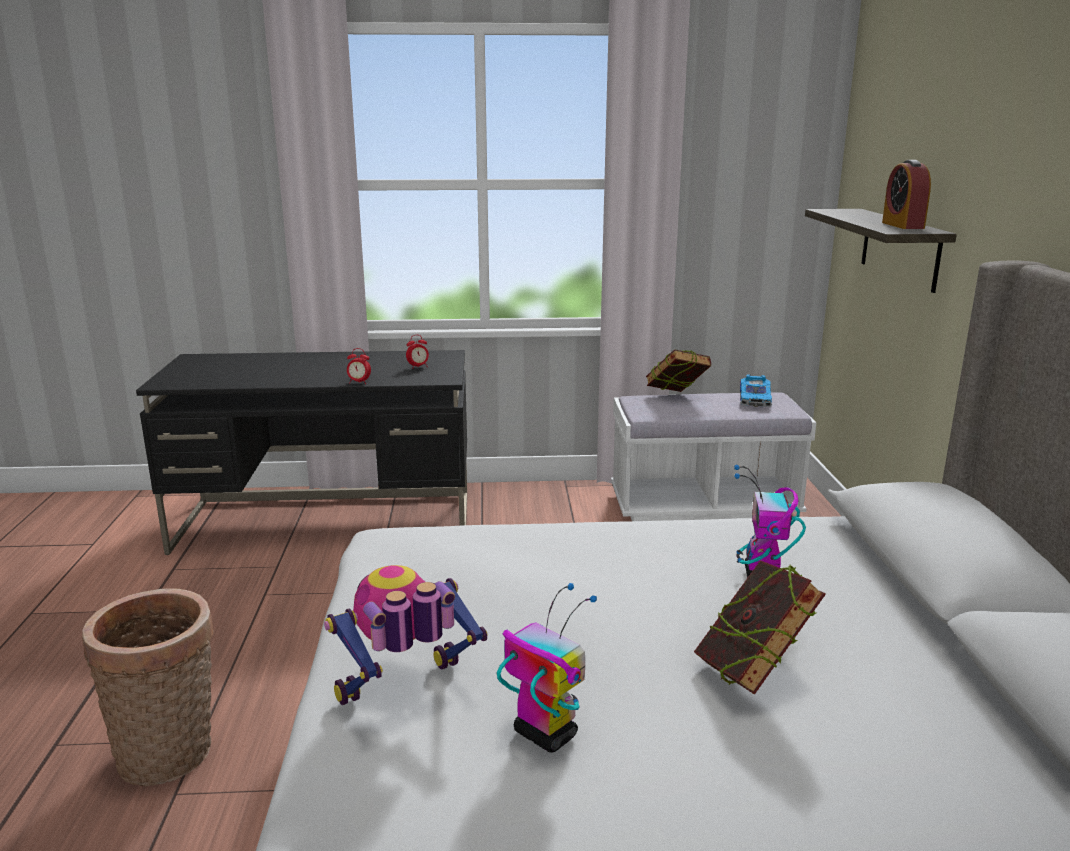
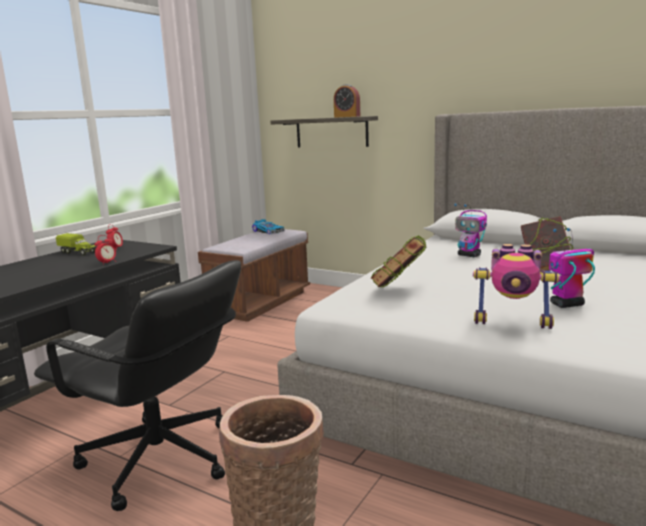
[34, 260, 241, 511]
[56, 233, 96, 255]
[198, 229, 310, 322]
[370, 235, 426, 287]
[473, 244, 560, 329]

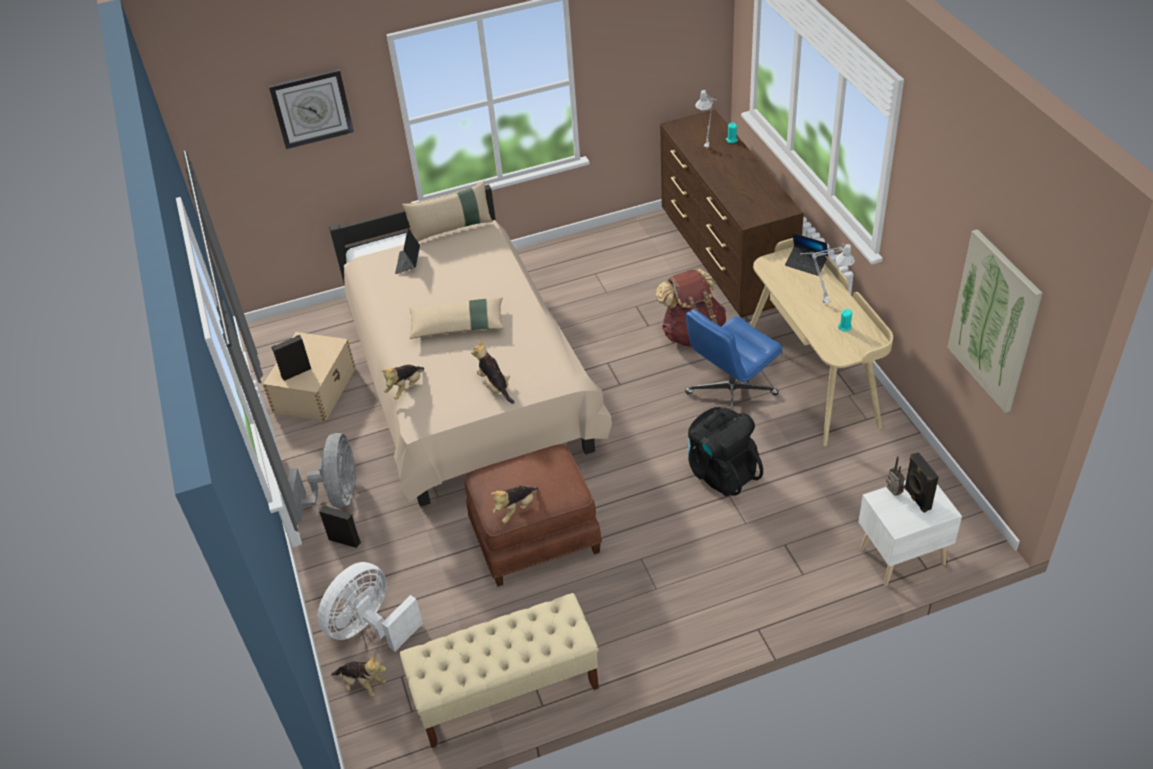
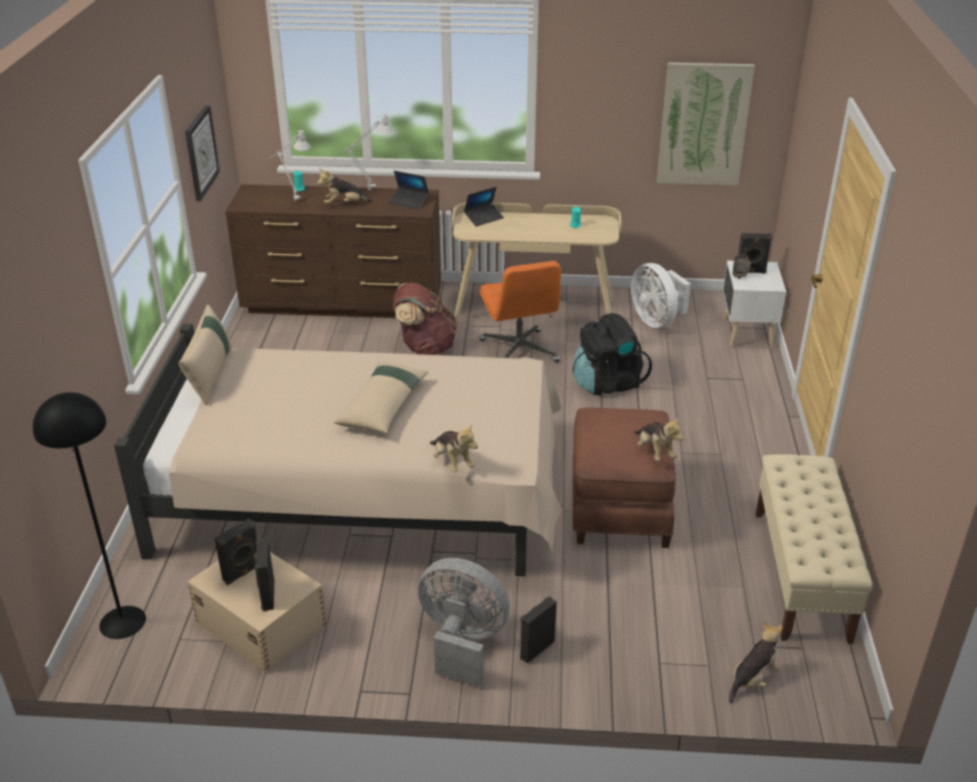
[33, 392, 146, 639]
[185, 105, 220, 201]
[215, 519, 257, 585]
[317, 169, 372, 204]
[333, 114, 393, 190]
[389, 171, 429, 209]
[480, 261, 561, 363]
[631, 263, 691, 328]

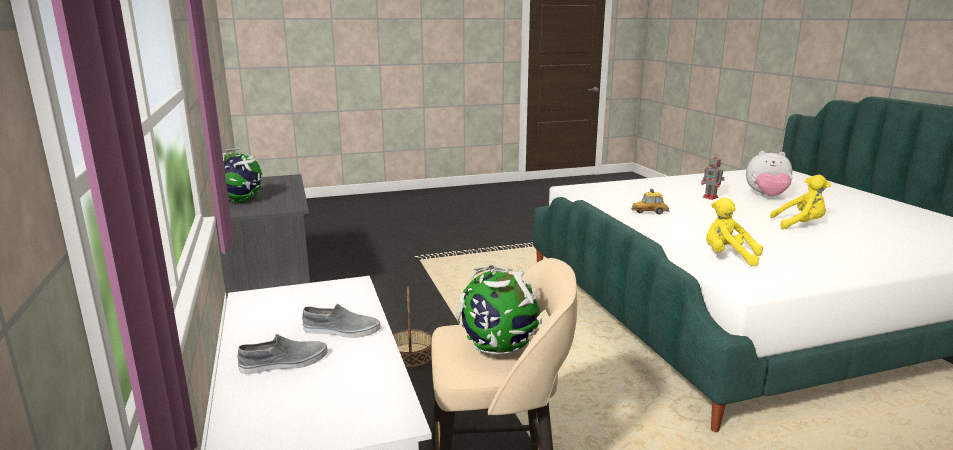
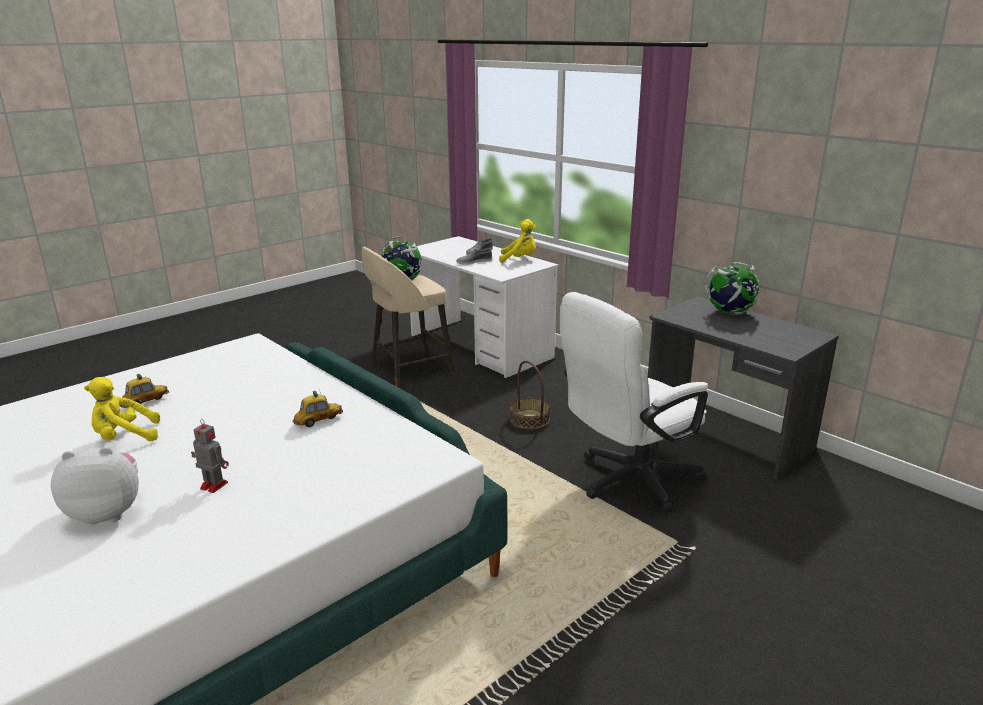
[119, 374, 169, 408]
[499, 219, 536, 263]
[560, 292, 708, 513]

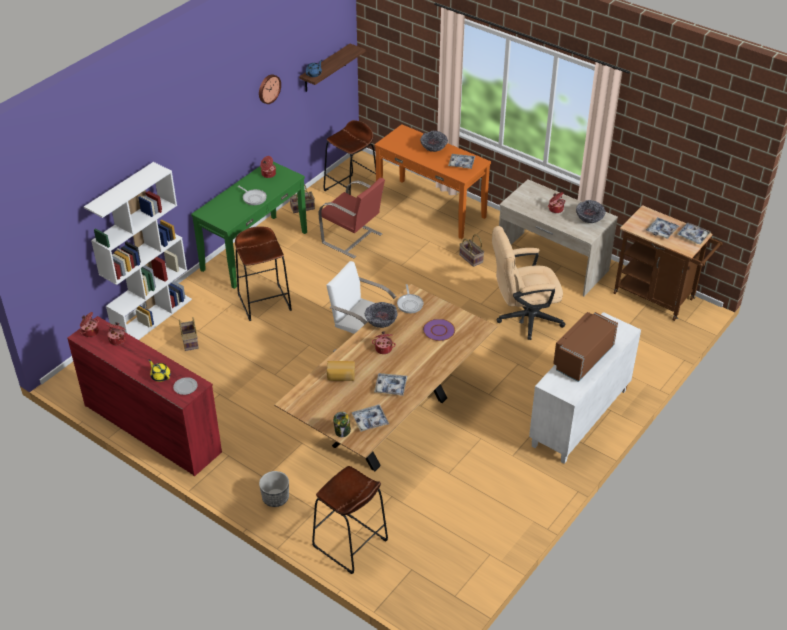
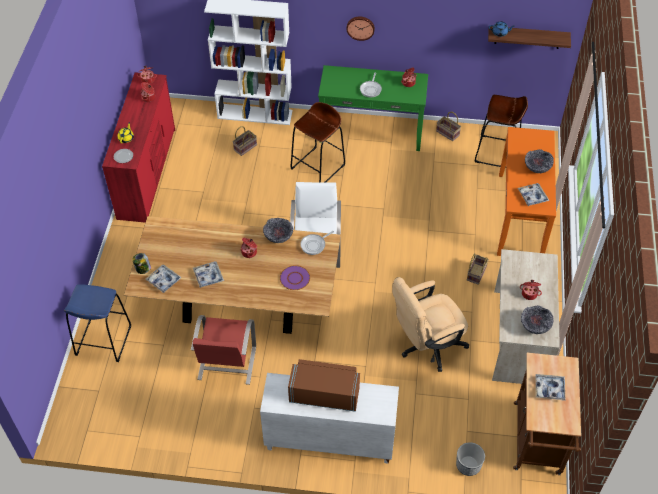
[64, 284, 131, 362]
[191, 315, 256, 385]
[346, 17, 375, 41]
[392, 277, 469, 372]
[456, 442, 485, 476]
[327, 361, 355, 381] (first image)
[676, 222, 711, 244] (first image)

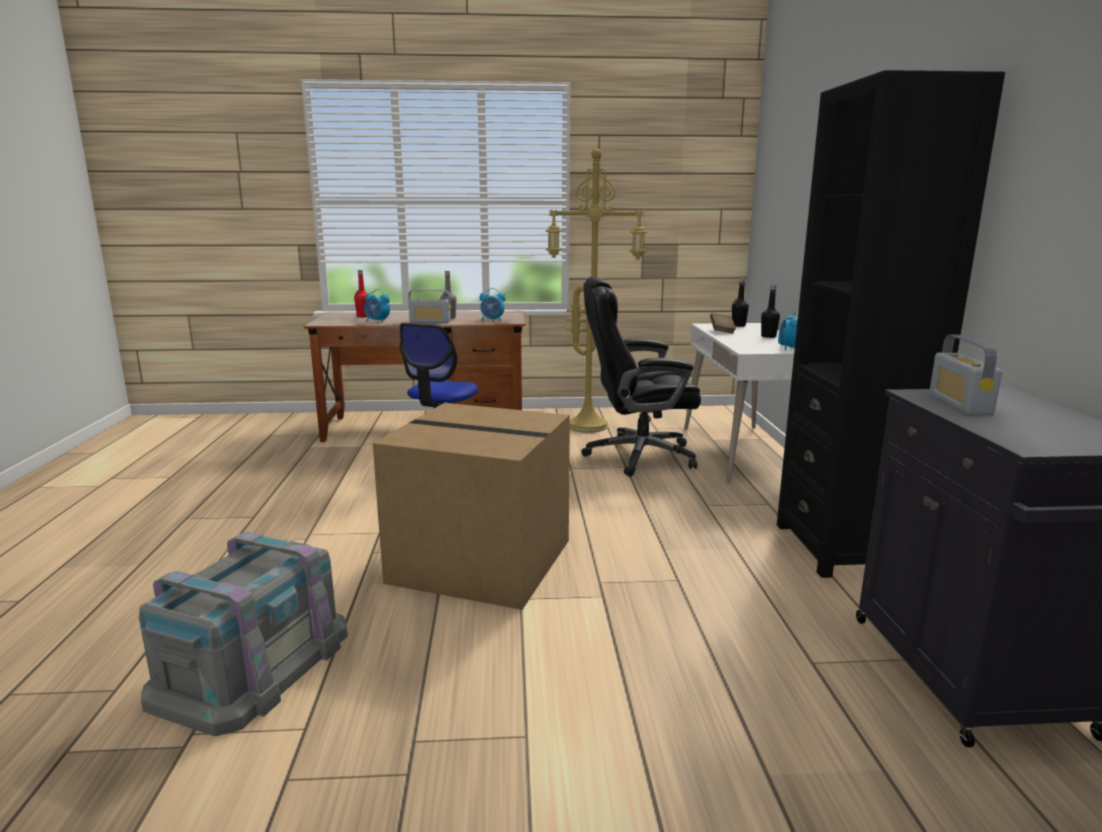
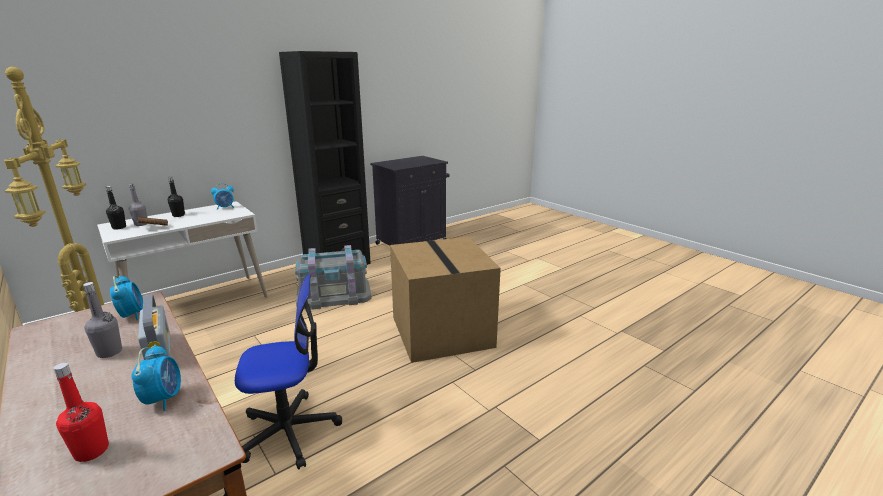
[129, 184, 147, 226]
[295, 245, 372, 310]
[581, 276, 701, 477] (first image)
[929, 335, 1002, 415] (first image)

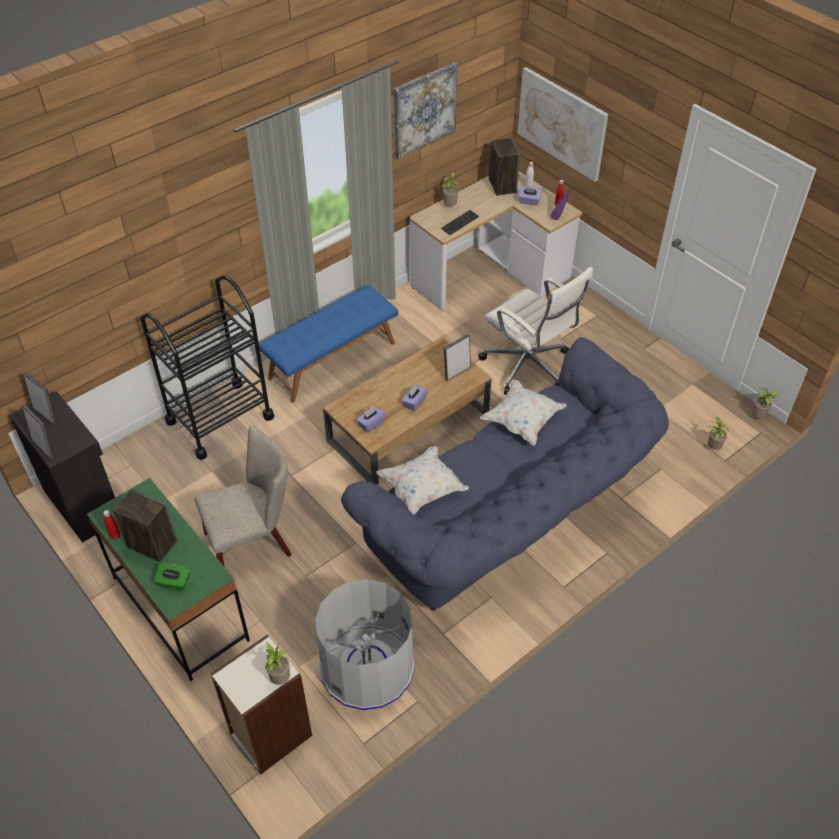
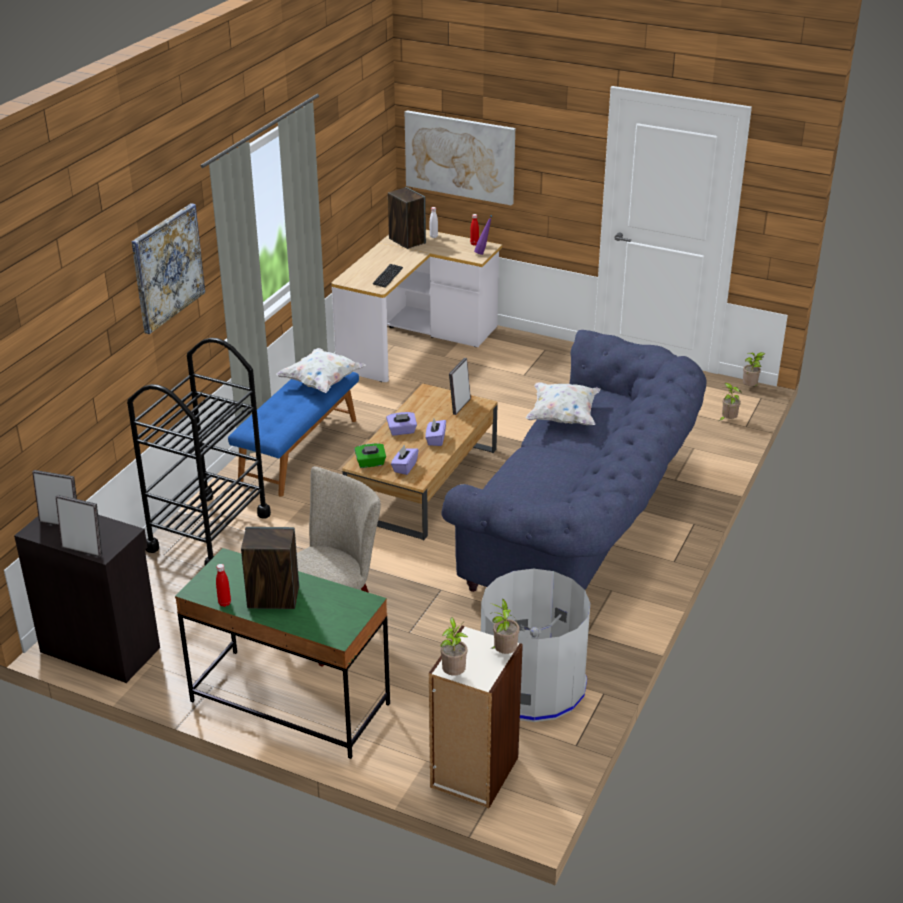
[131, 203, 205, 334]
[276, 348, 366, 393]
[354, 443, 386, 468]
[386, 412, 417, 435]
[440, 617, 468, 676]
[479, 267, 593, 395] (first image)

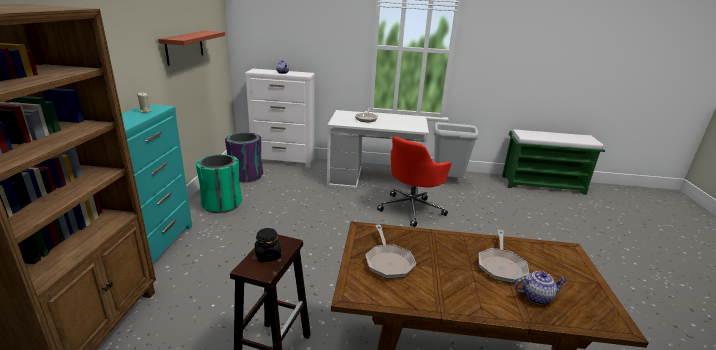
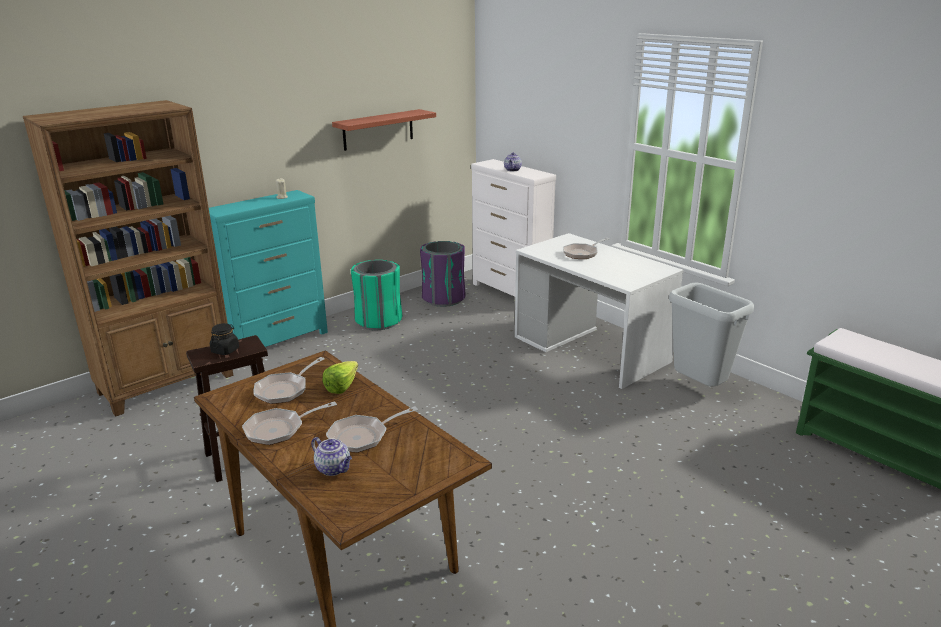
[242, 401, 337, 445]
[323, 361, 358, 394]
[377, 136, 451, 227] (first image)

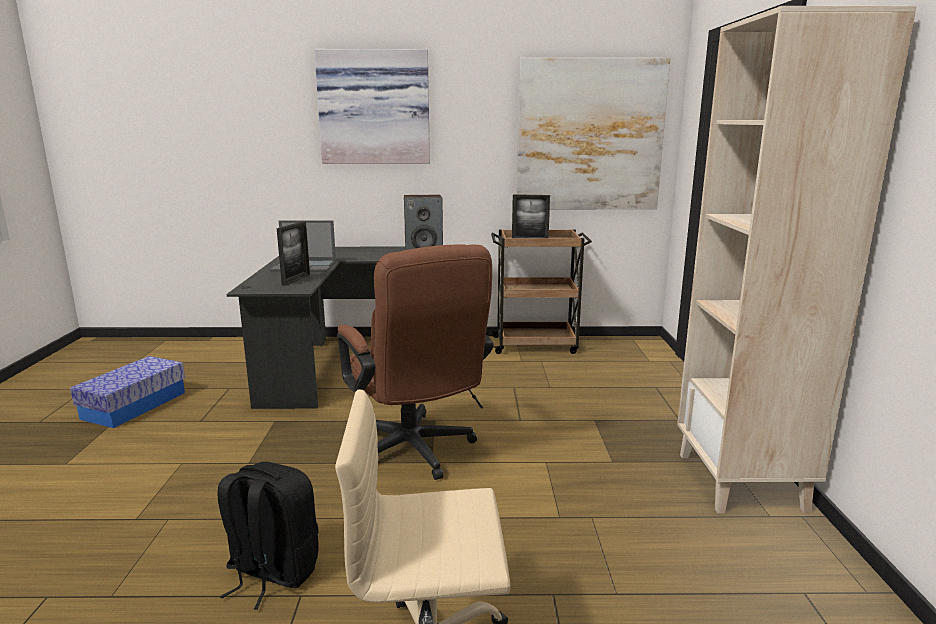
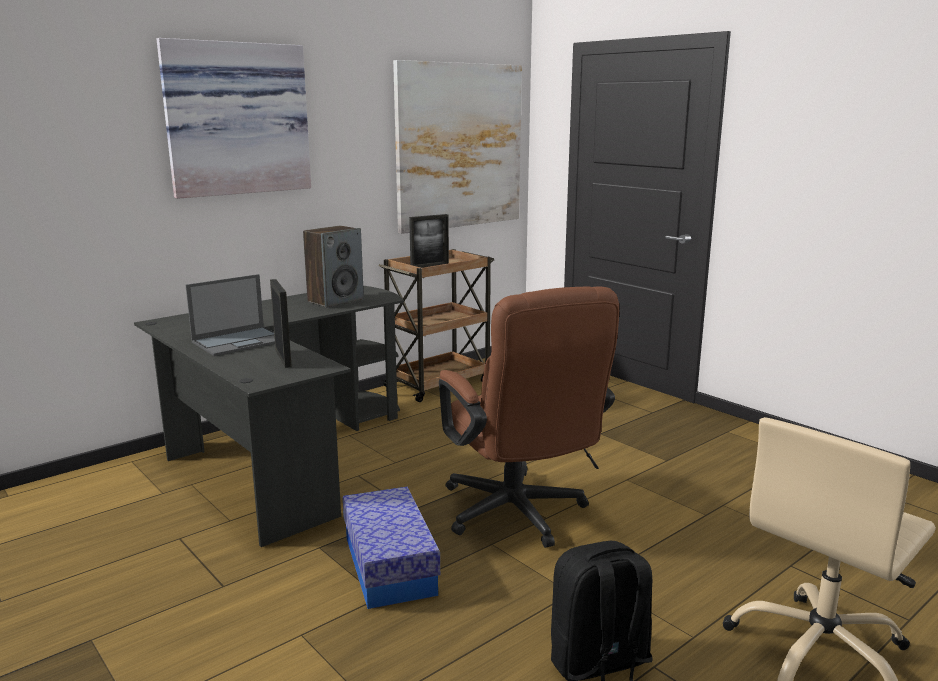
[343, 487, 440, 609]
[439, 286, 619, 548]
[677, 6, 917, 514] (first image)

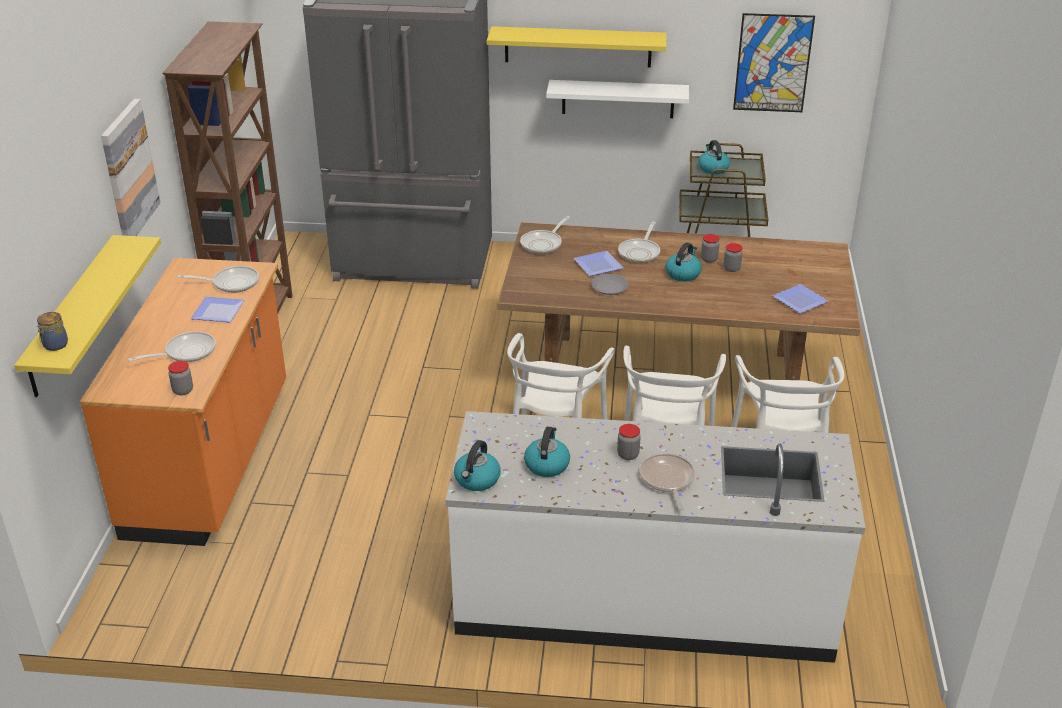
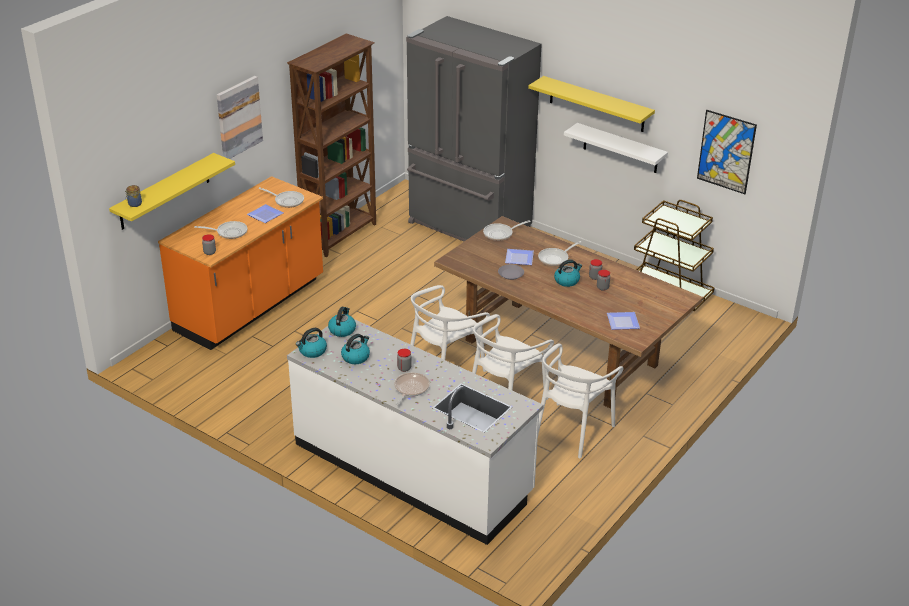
[328, 307, 356, 337]

